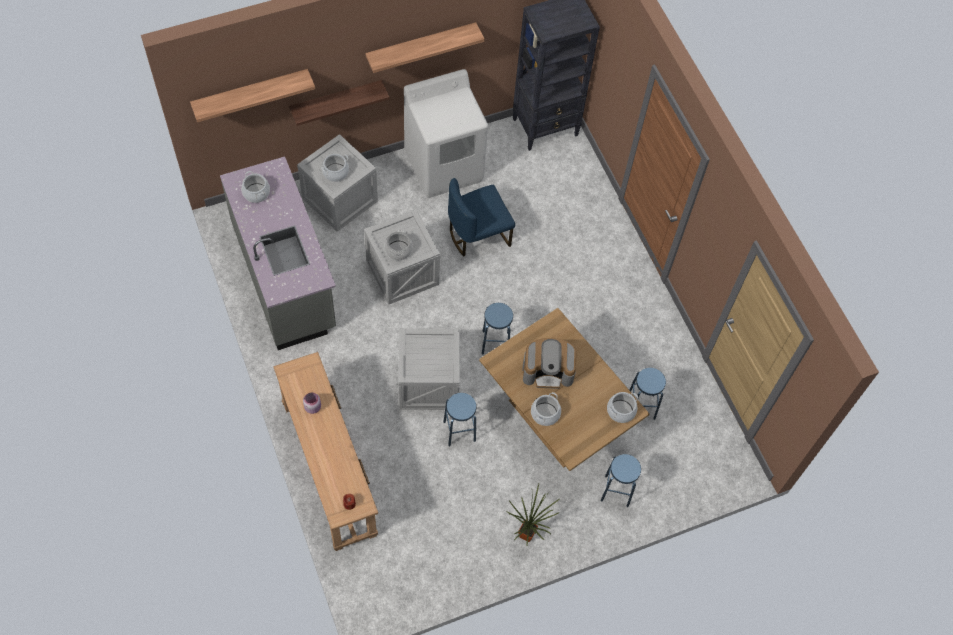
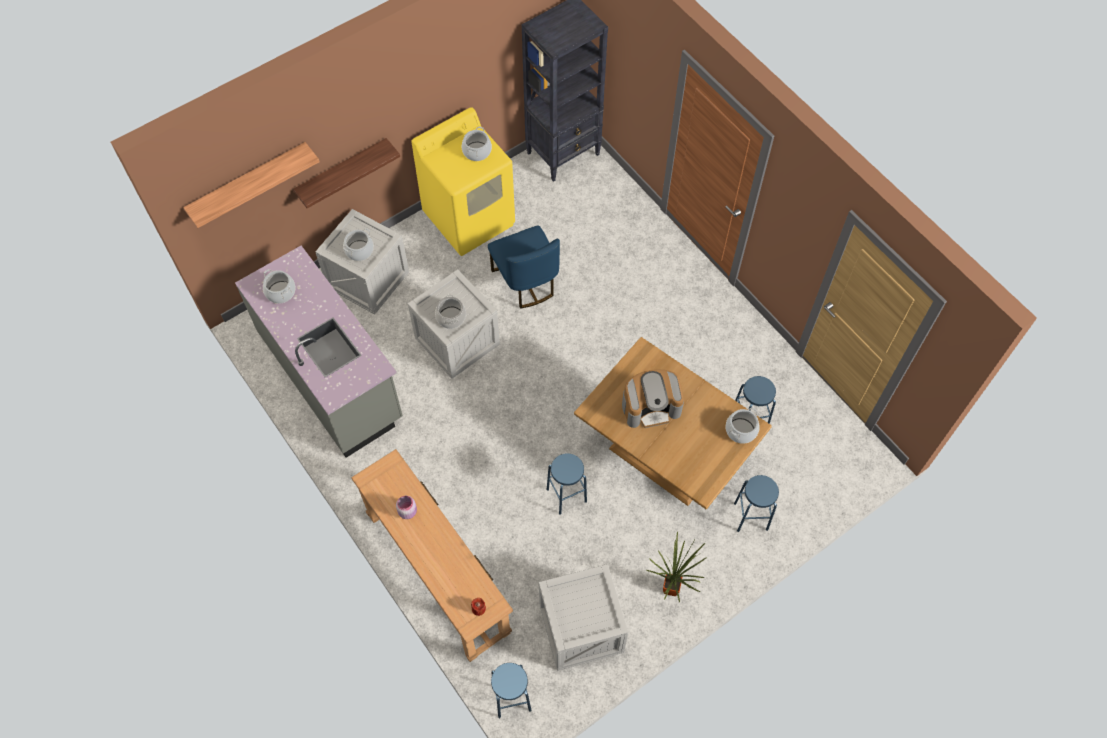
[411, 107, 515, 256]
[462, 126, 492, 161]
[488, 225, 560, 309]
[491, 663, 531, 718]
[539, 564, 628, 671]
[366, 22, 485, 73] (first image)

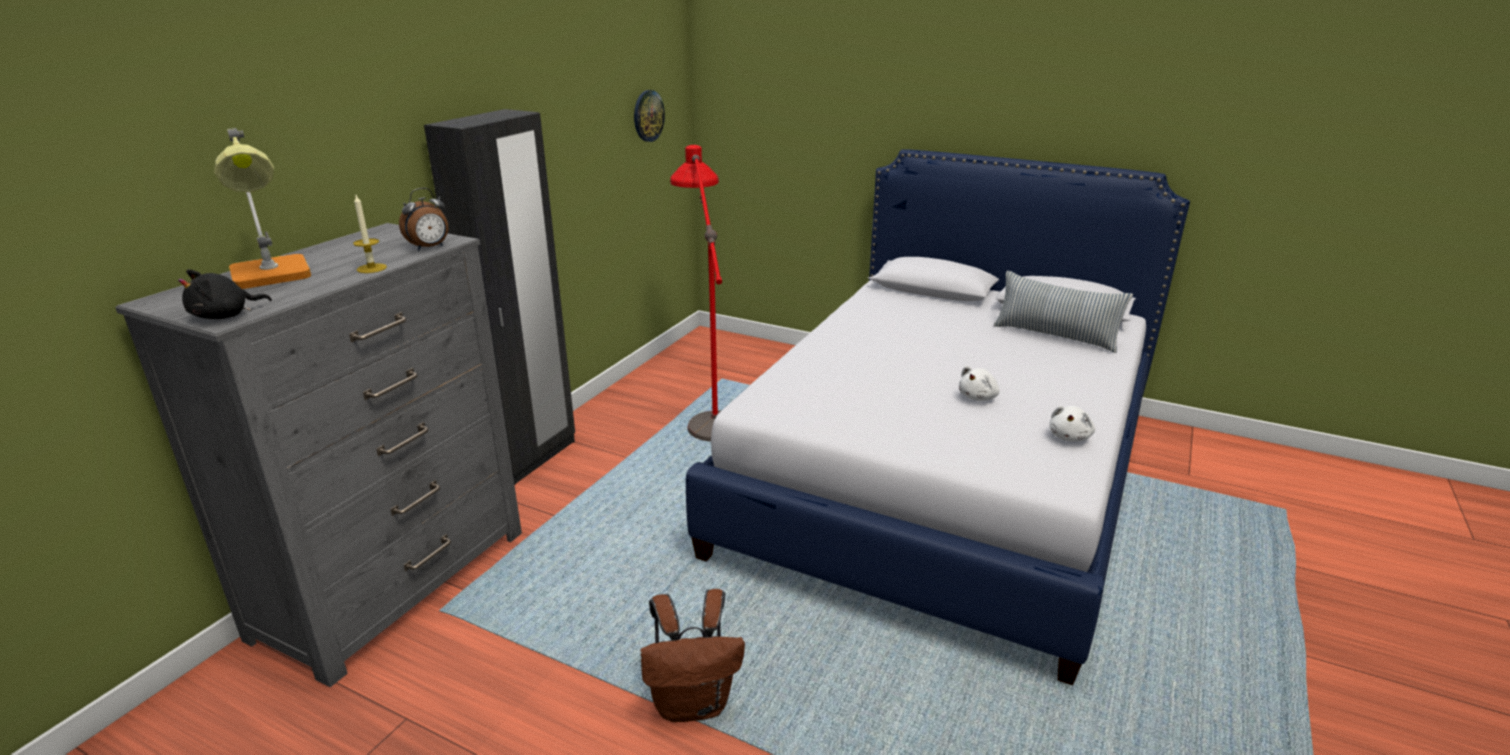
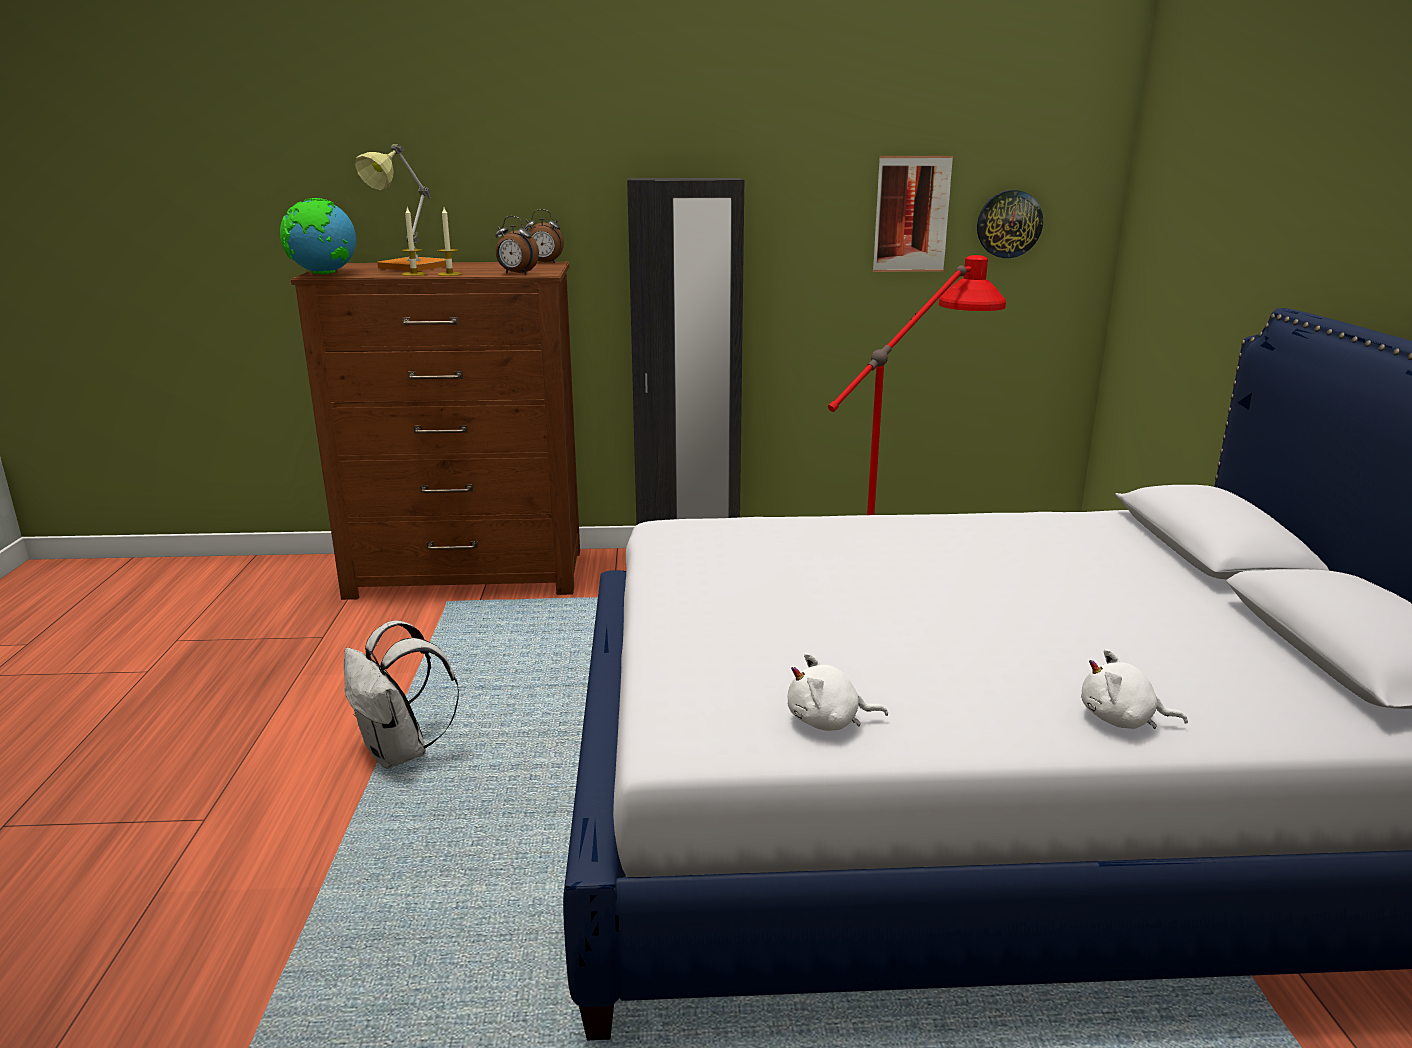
[280, 198, 356, 274]
[291, 262, 580, 600]
[344, 620, 459, 769]
[401, 207, 427, 276]
[525, 209, 564, 263]
[873, 156, 953, 272]
[1081, 649, 1188, 729]
[994, 271, 1133, 353] (first image)

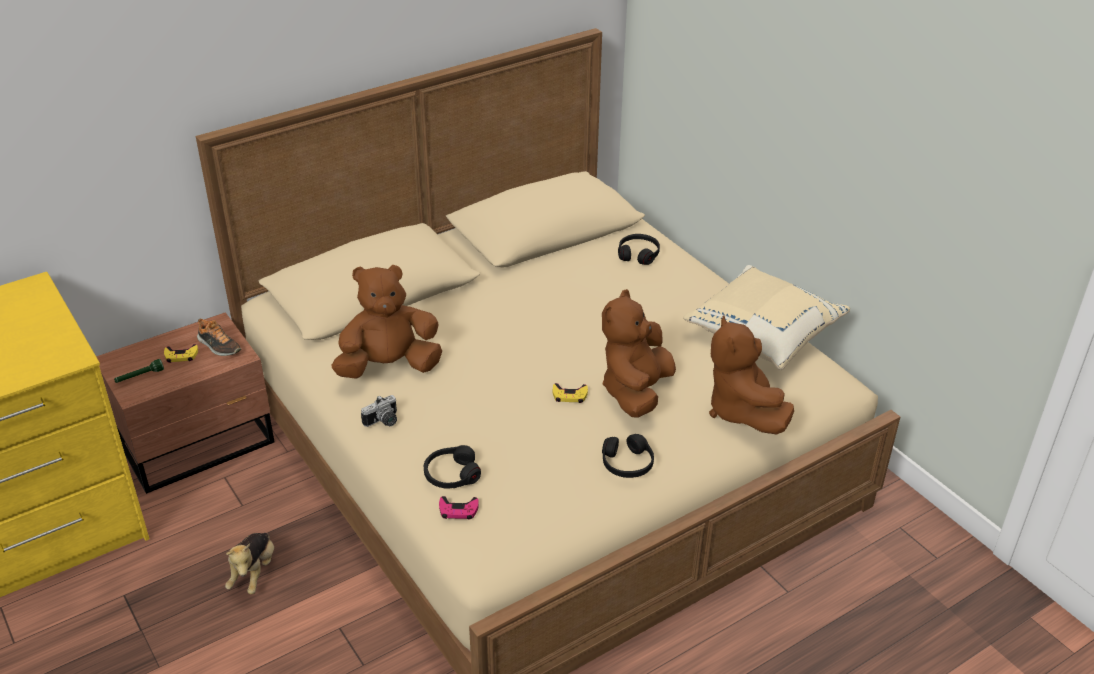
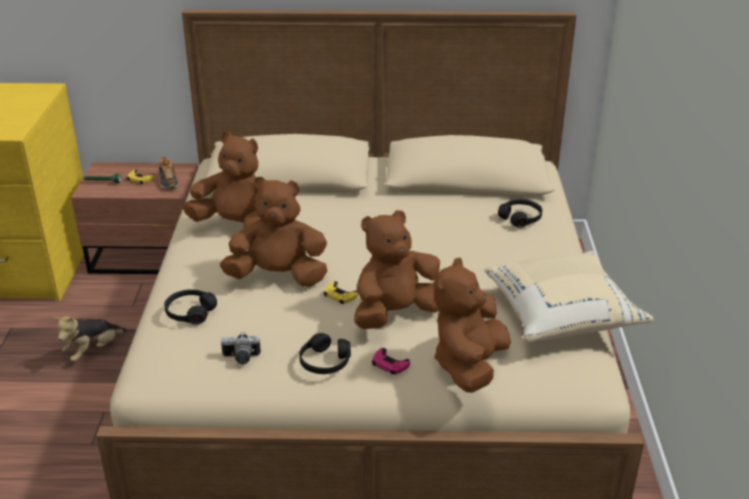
[220, 176, 327, 287]
[221, 332, 261, 365]
[372, 348, 410, 375]

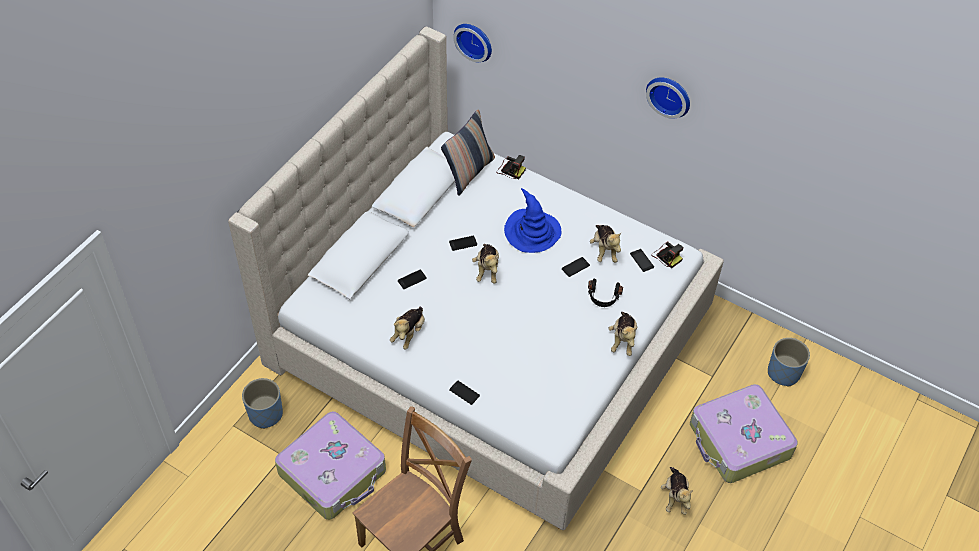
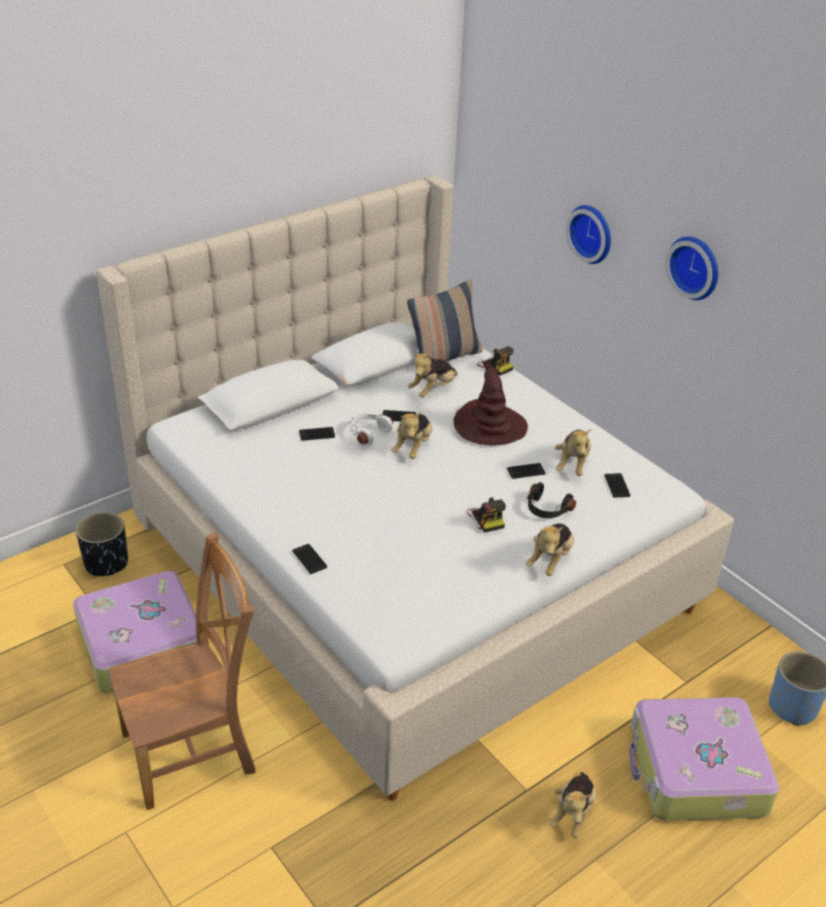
[76, 512, 128, 577]
[350, 414, 393, 445]
[408, 354, 458, 397]
[454, 361, 528, 445]
[466, 497, 506, 533]
[566, 205, 611, 264]

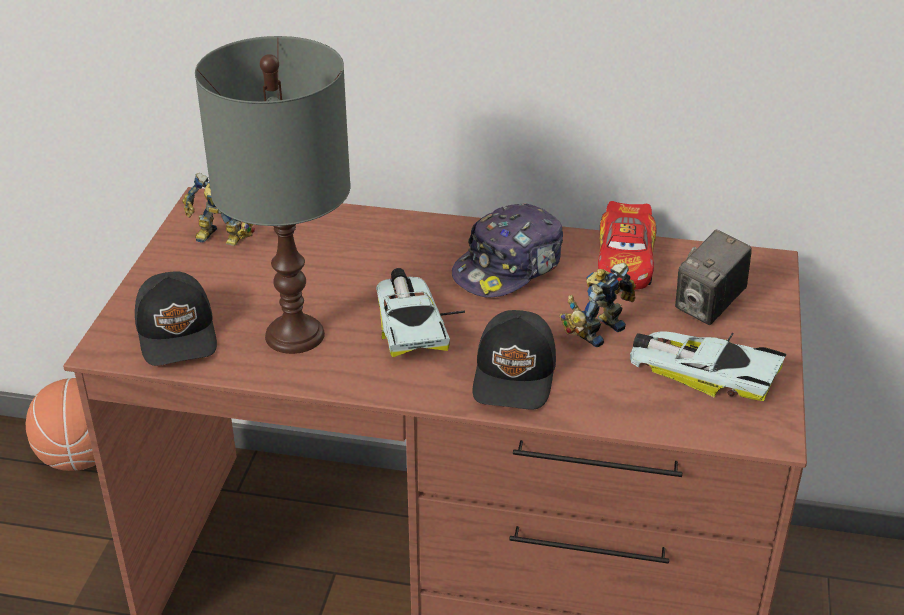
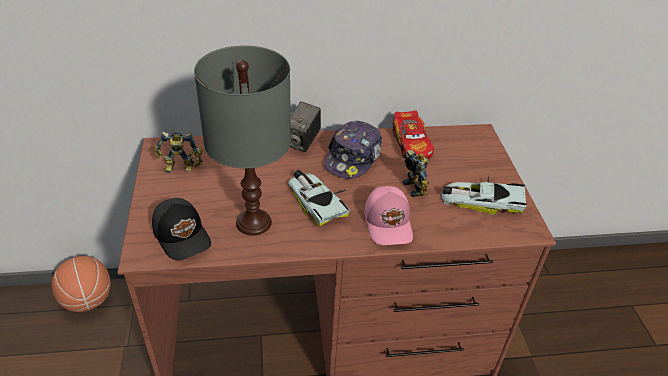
[290, 101, 321, 152]
[364, 186, 413, 245]
[403, 150, 429, 197]

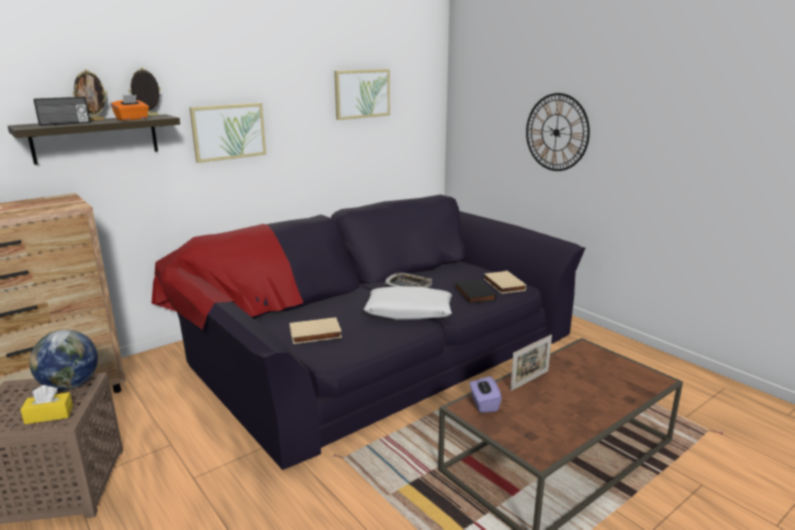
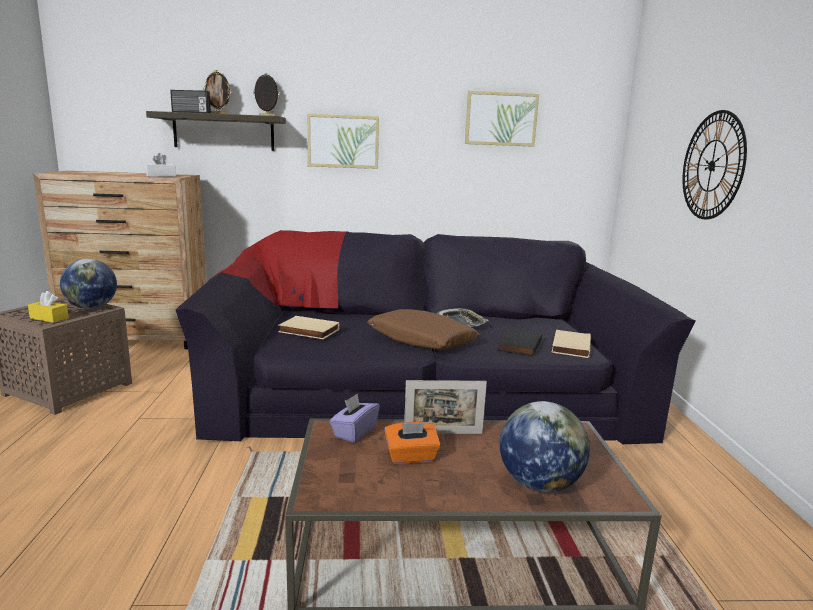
[146, 153, 176, 177]
[367, 309, 480, 350]
[384, 422, 440, 464]
[500, 401, 590, 493]

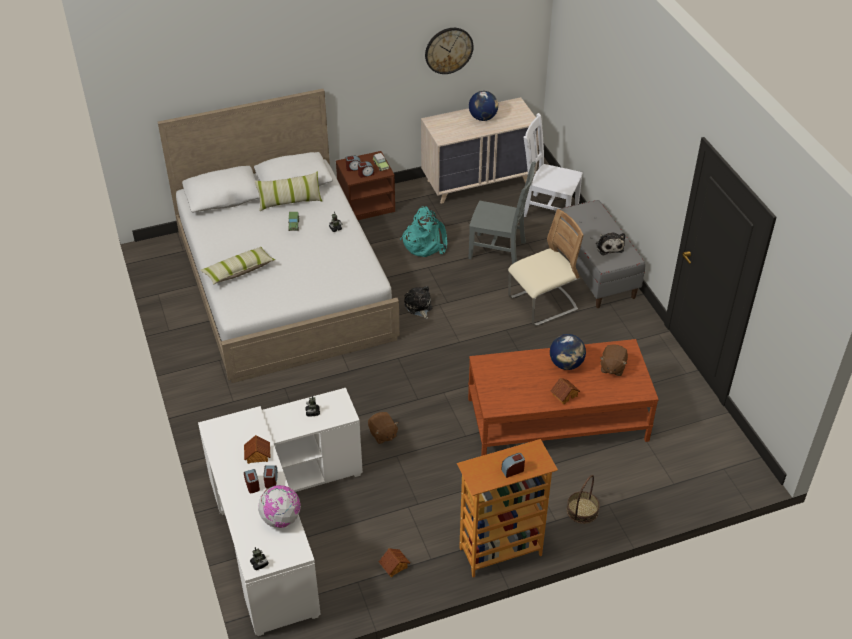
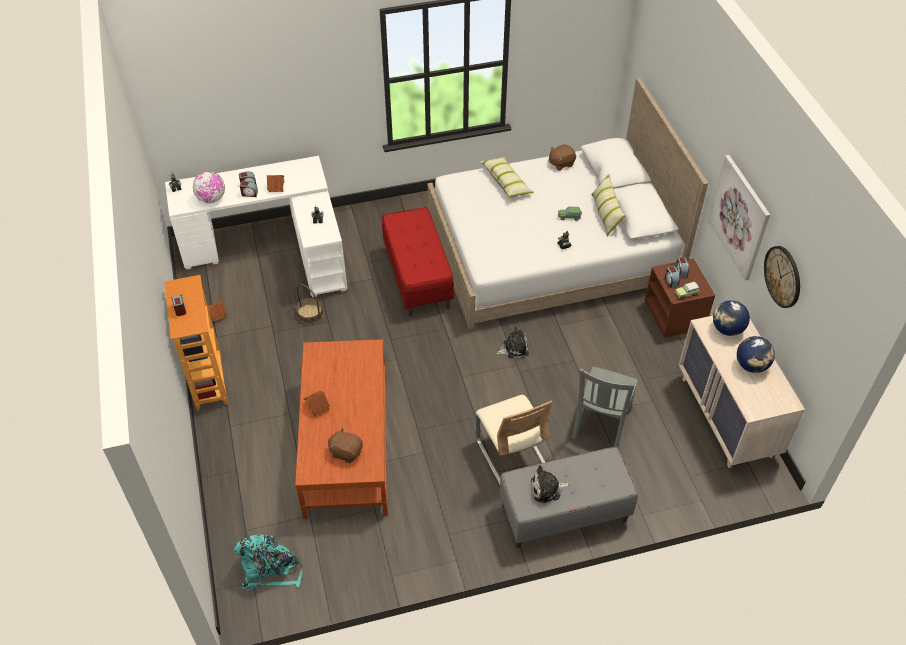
[234, 534, 302, 590]
[296, 284, 324, 324]
[382, 207, 454, 317]
[549, 144, 576, 170]
[708, 155, 770, 280]
[713, 300, 750, 336]
[524, 113, 583, 217] (first image)

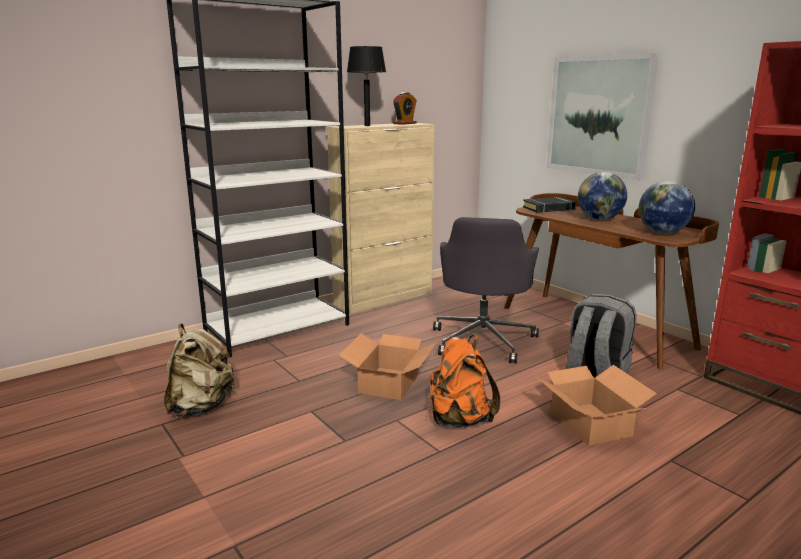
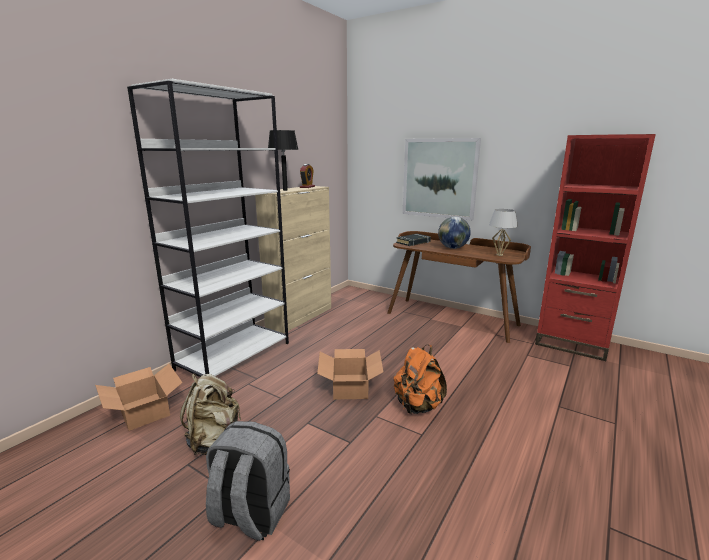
[95, 364, 183, 431]
[206, 421, 290, 541]
[489, 209, 518, 256]
[433, 217, 539, 363] (first image)

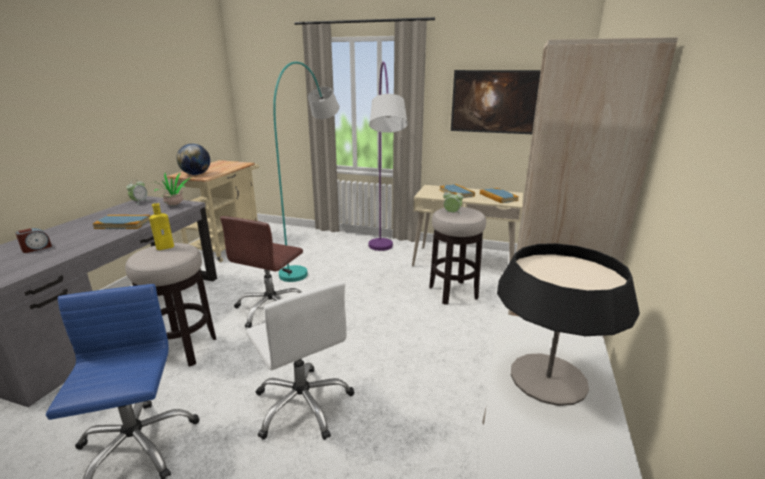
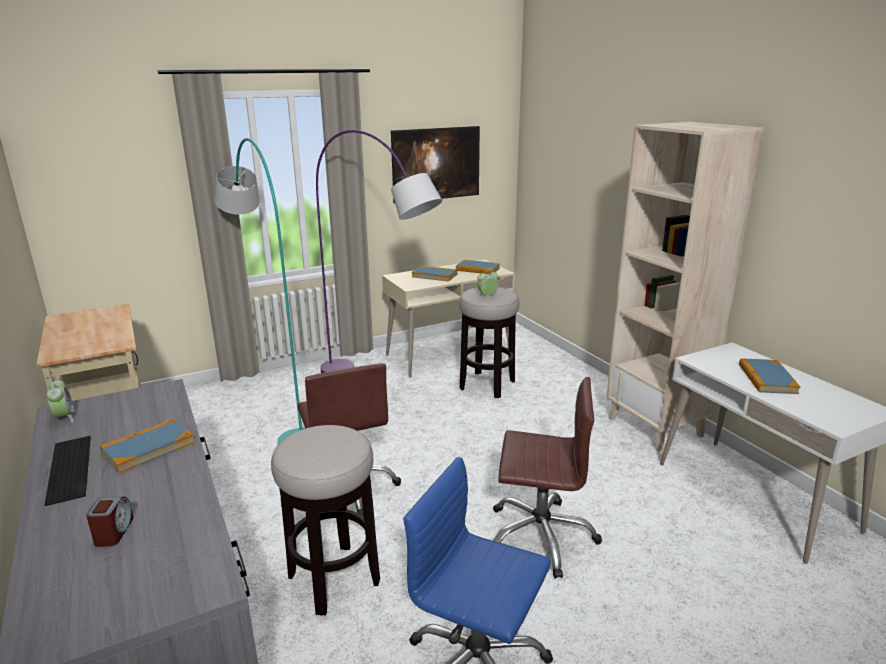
[45, 436, 91, 506]
[493, 377, 602, 579]
[739, 358, 800, 394]
[149, 203, 174, 250] (first image)
[152, 173, 191, 206] (first image)
[177, 144, 210, 175] (first image)

